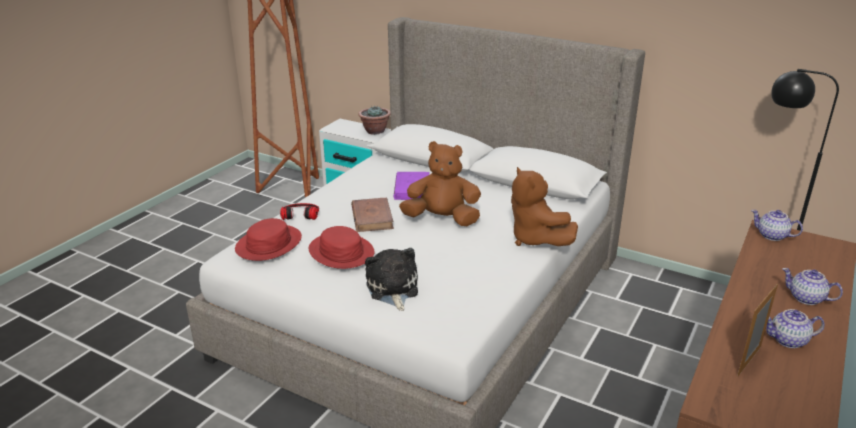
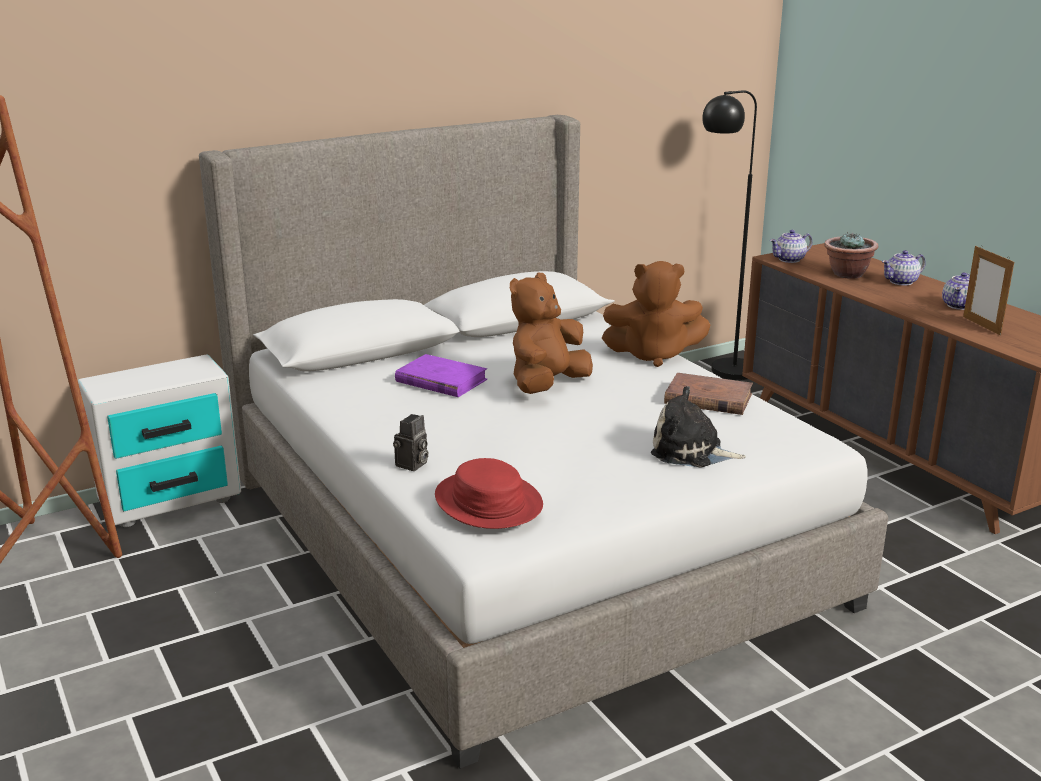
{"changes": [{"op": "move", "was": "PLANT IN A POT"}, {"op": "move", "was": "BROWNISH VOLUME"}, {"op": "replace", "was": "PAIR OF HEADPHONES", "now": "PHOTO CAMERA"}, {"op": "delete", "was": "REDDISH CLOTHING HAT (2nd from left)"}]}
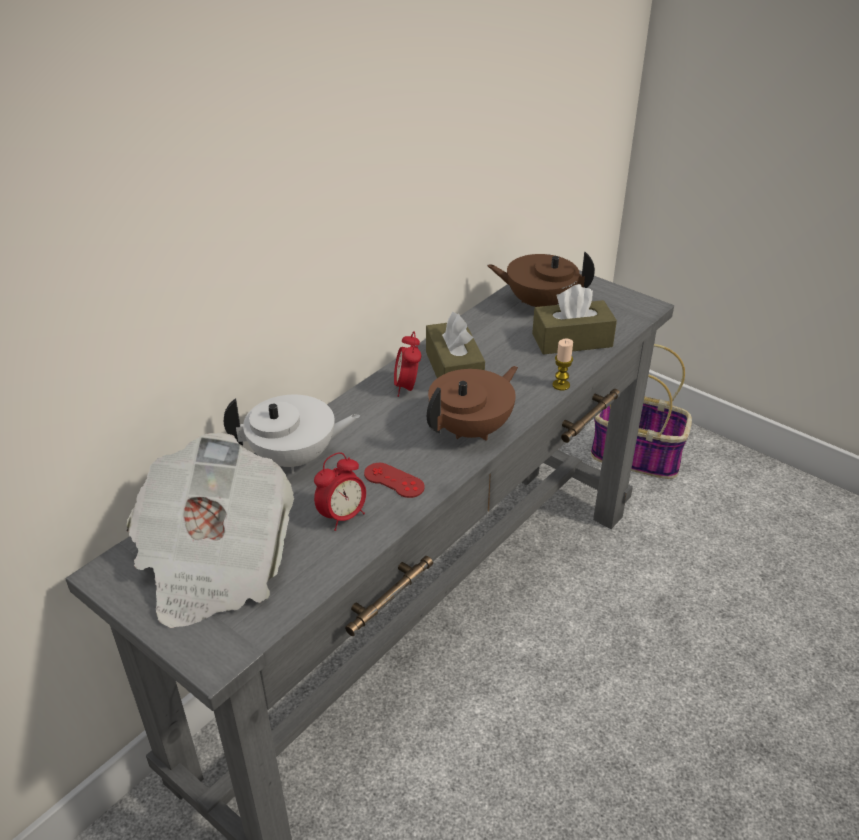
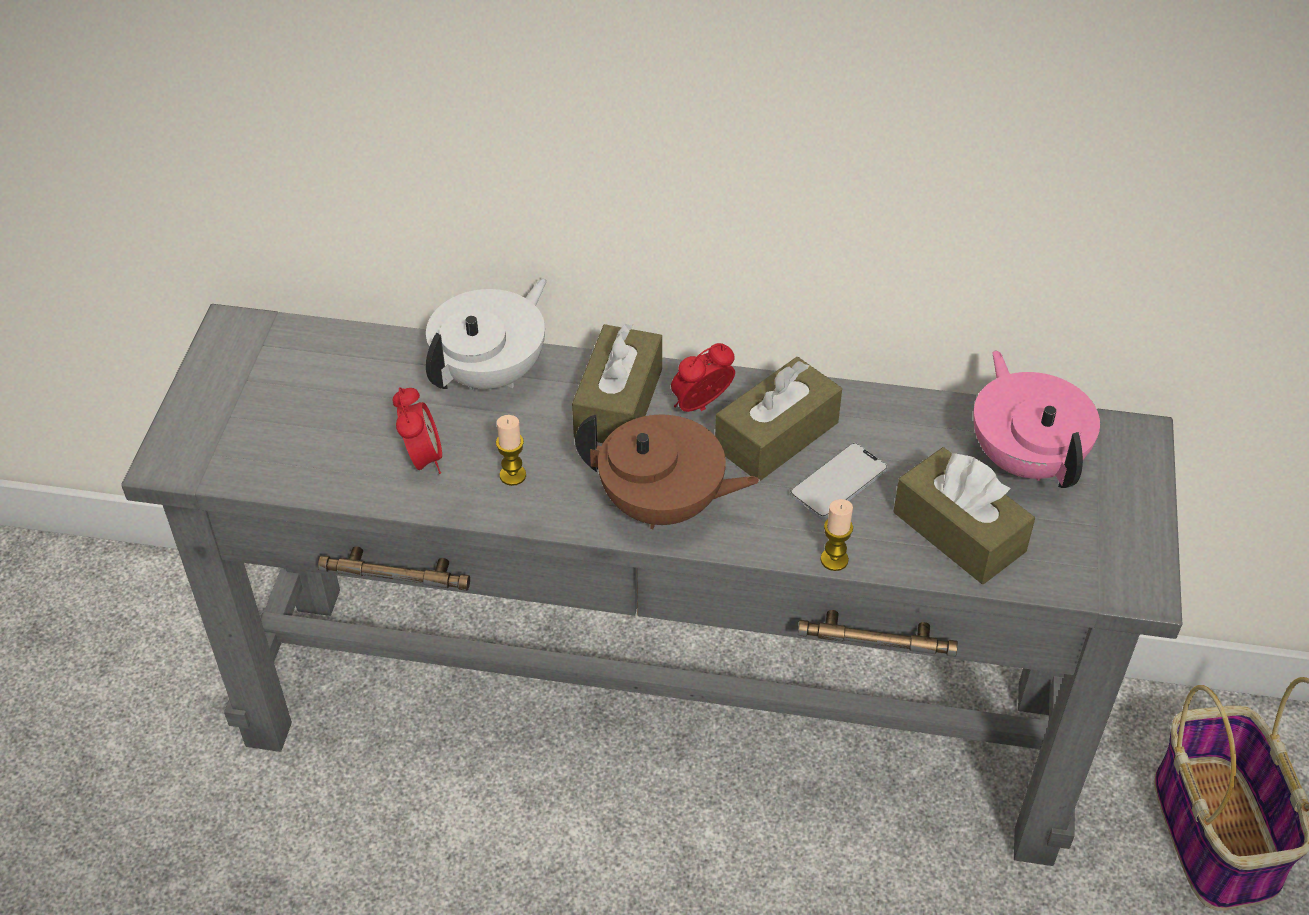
{"changes": [{"op": "recolor", "was": "BROWNISH TEA POT (2nd from left)", "now": "PINK-COLOURED TEA POT"}, {"op": "rotate", "was": "WHITE TEA POT", "clockwise": -105}, {"op": "delete", "was": "PRINTED PAPER"}, {"op": "rotate", "was": "ALARM CLOCK (1st from left)", "clockwise": -120}, {"op": "replace", "was": "REDDISH JOYPAD", "now": "WAX LIGHT (1st from left)"}, {"op": "insert", "now": "BROWNISH TISSUE BOX (1st from left)"}, {"op": "insert", "now": "TELEPHONE"}]}
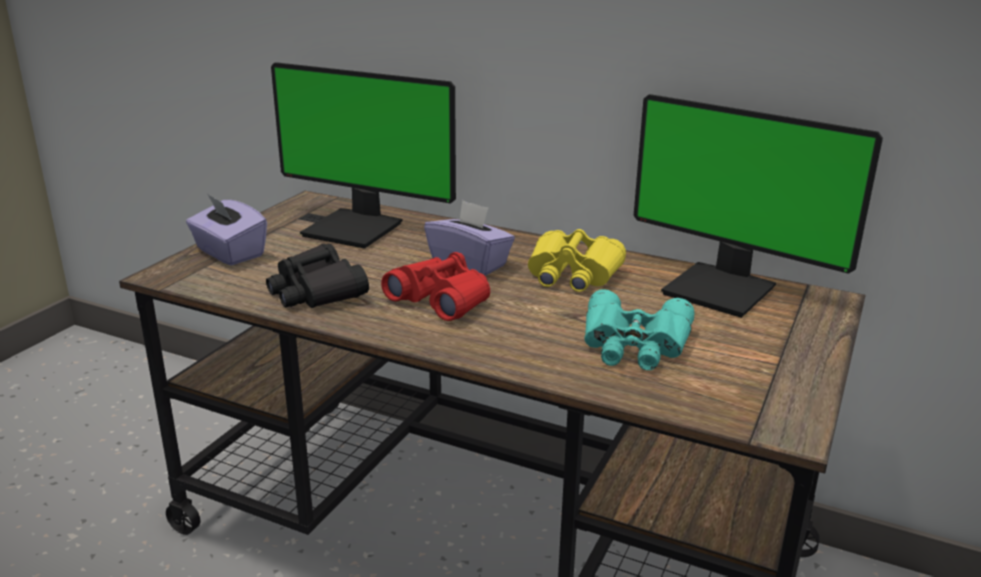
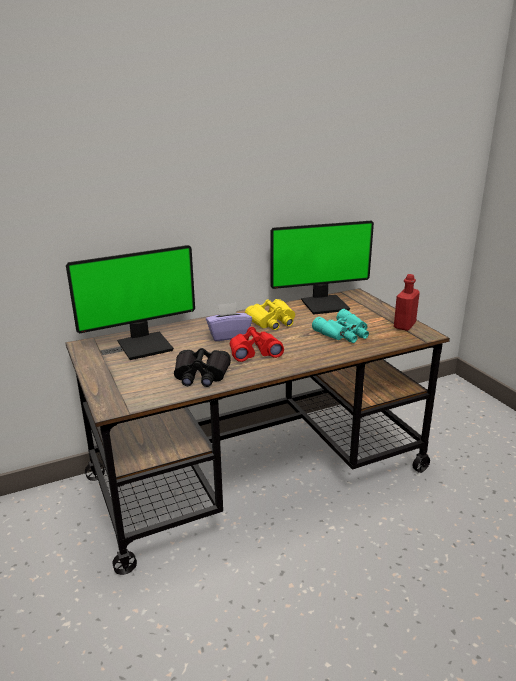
{"changes": [{"op": "delete", "was": "PURPLE-COLOURED TISSUE BOX (1st from left)"}, {"op": "insert", "now": "REDDISH DRINK BOTTLE"}]}
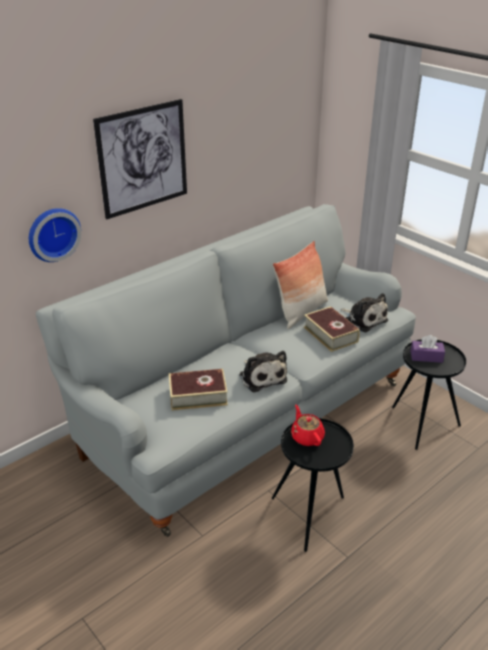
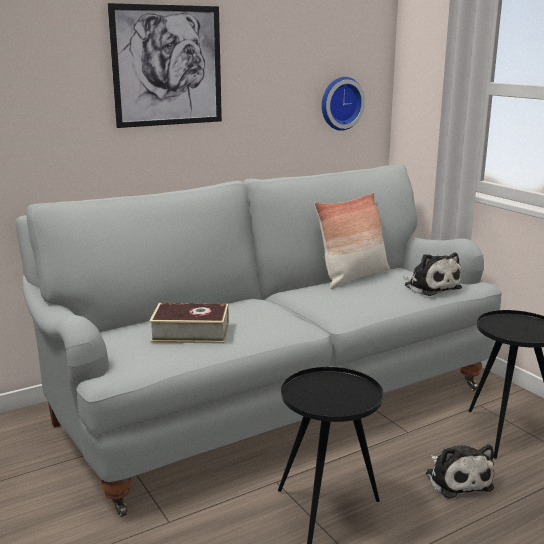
{"changes": [{"op": "move", "was": "CLOCK ON THE WALL"}, {"op": "delete", "was": "VOLUME (2nd from left)"}, {"op": "delete", "was": "PURPLE-COLOURED TISSUE BOX"}, {"op": "move", "was": "SOFT TOY (1st from left in the first image)", "now": "SOFT TOY (2nd from left)"}, {"op": "delete", "was": "REDDISH TEA POT"}]}
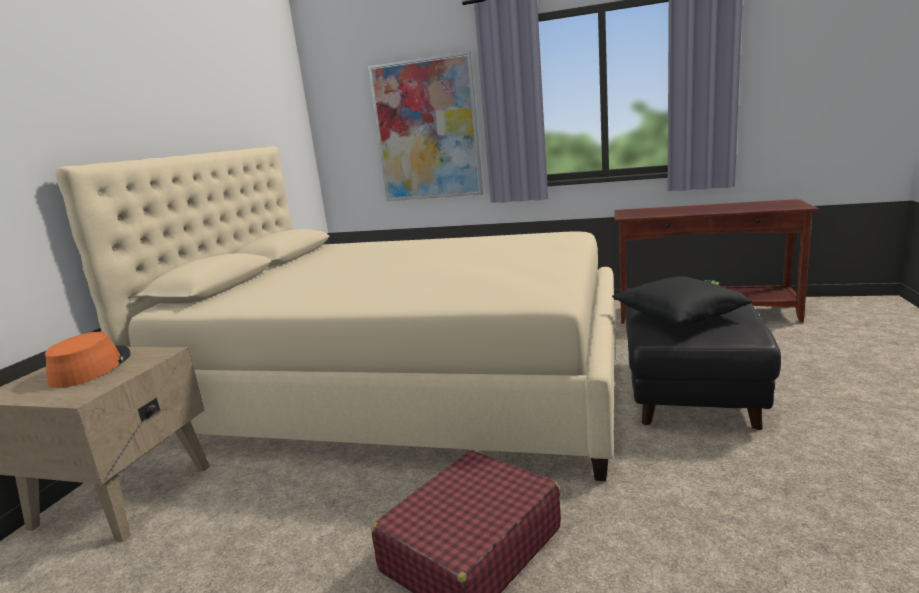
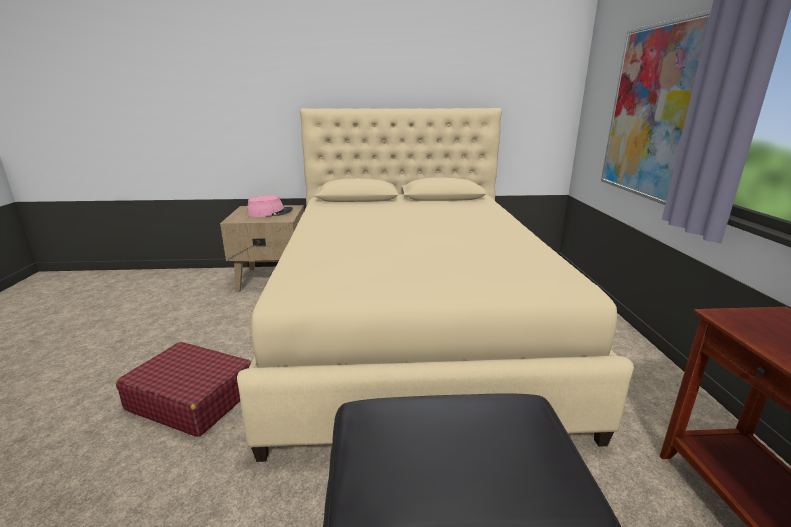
{"changes": [{"op": "delete", "was": "BLACKISH THROW PILLOW"}, {"op": "recolor", "was": "ORANGEY CLOTHING HAT", "now": "PINK-COLOURED CLOTHING HAT"}]}
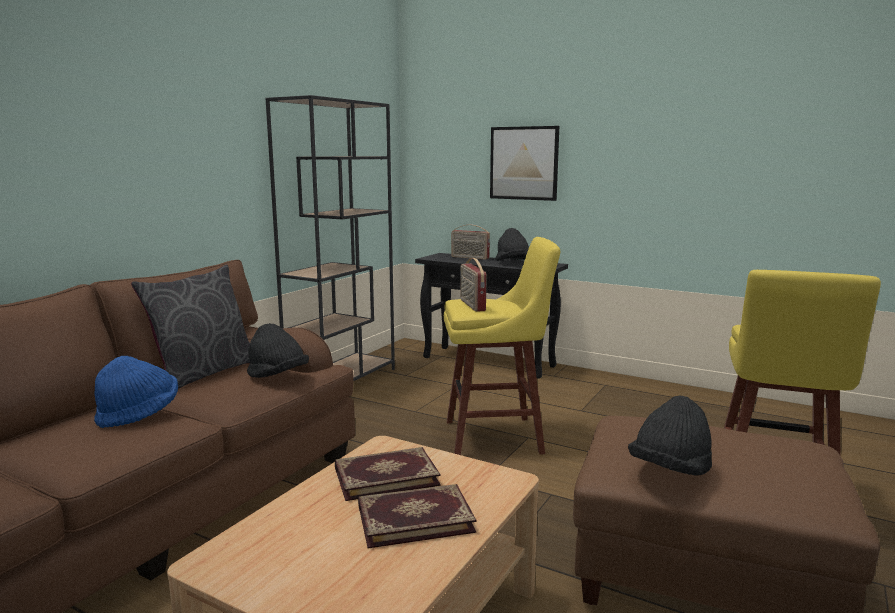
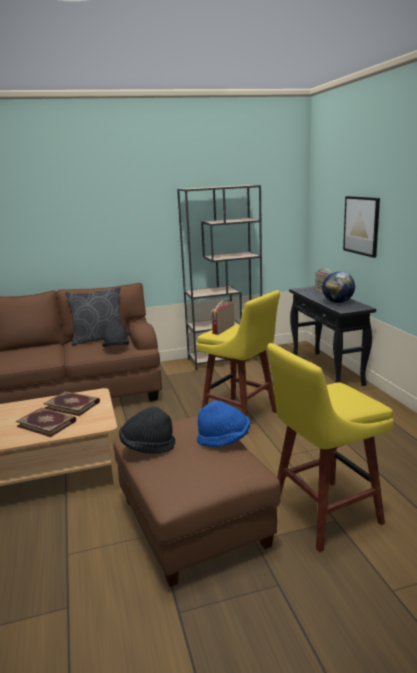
{"changes": [{"op": "replace", "was": "BLACKISH CLOTHING HAT (2nd from left)", "now": "GLOBE"}, {"op": "move", "was": "BLUE CLOTHING HAT"}]}
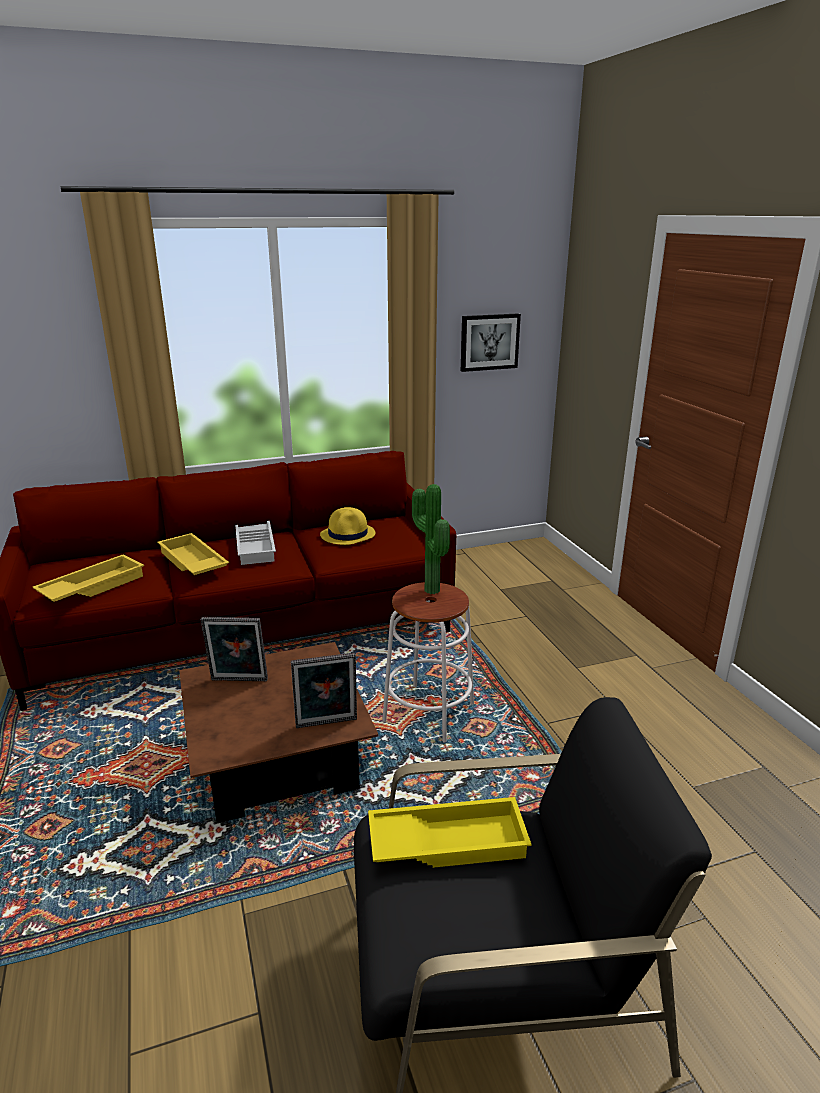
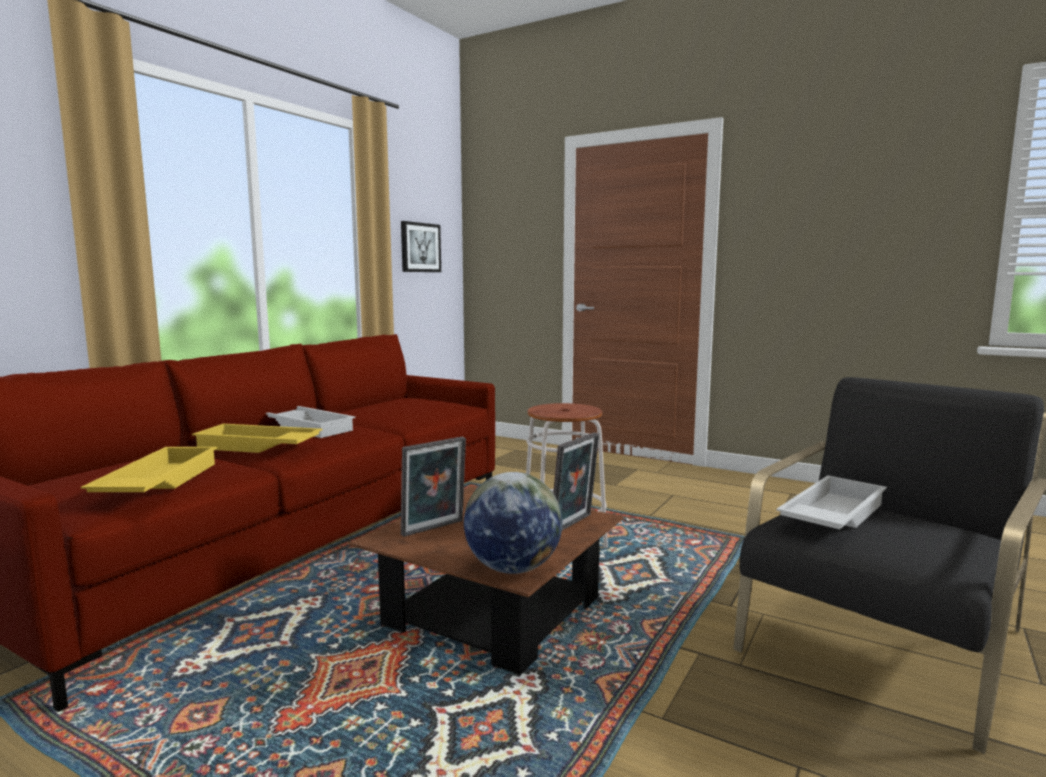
{"changes": [{"op": "delete", "was": "PLANT IN A POT"}, {"op": "delete", "was": "YELLOWISH CLOTHING HAT"}, {"op": "recolor", "was": "YELLOWISH CARRYING TRAY (3rd from left)", "now": "WHITE CARRYING TRAY (2nd from left)"}, {"op": "insert", "now": "GLOBE"}]}
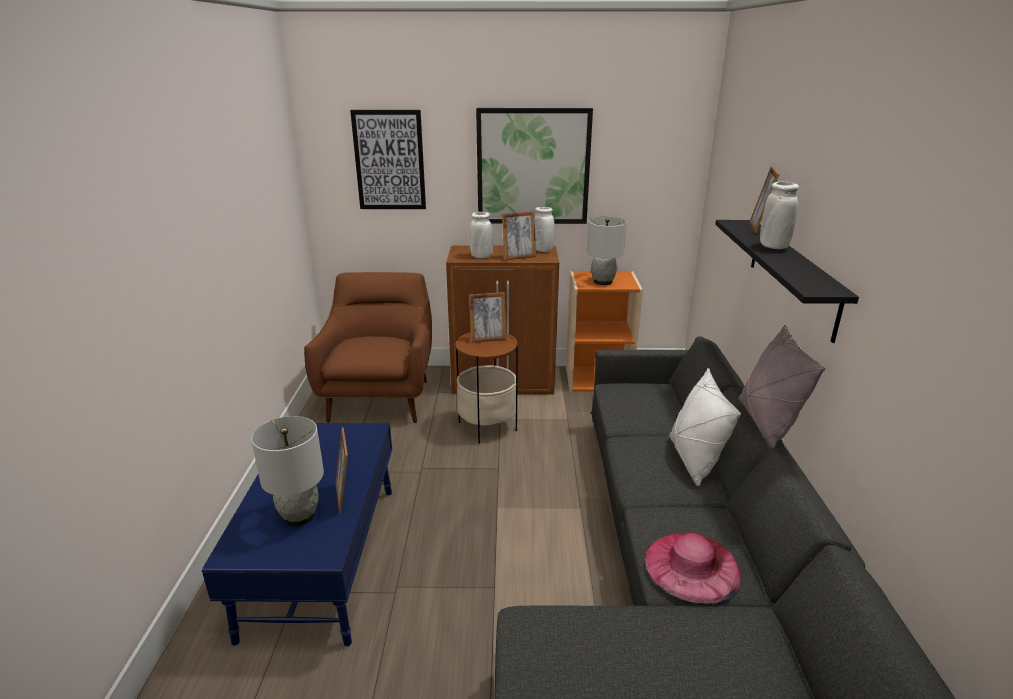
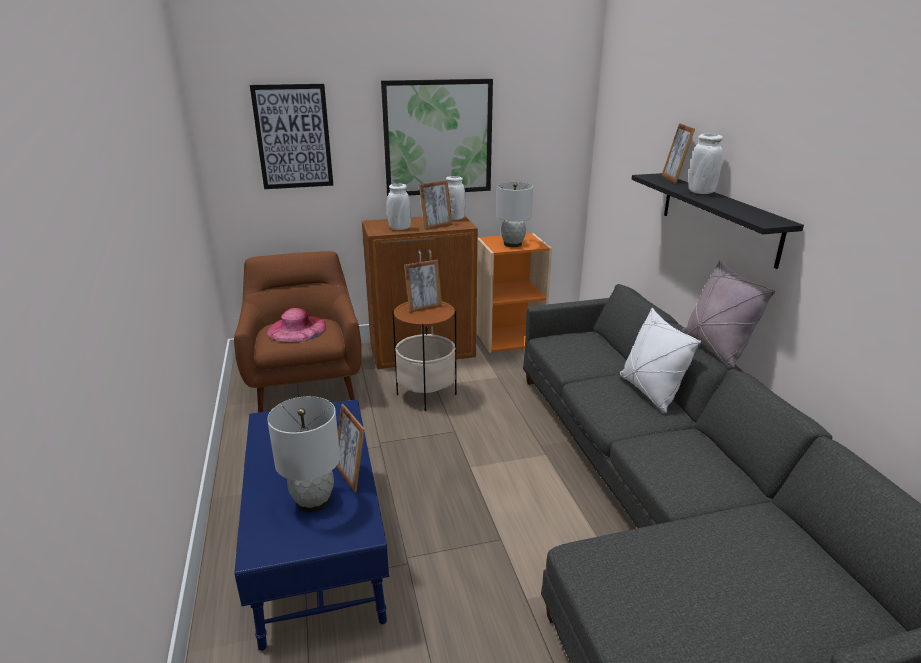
{"changes": [{"op": "move", "was": "PINK-COLOURED CLOTHING HAT"}]}
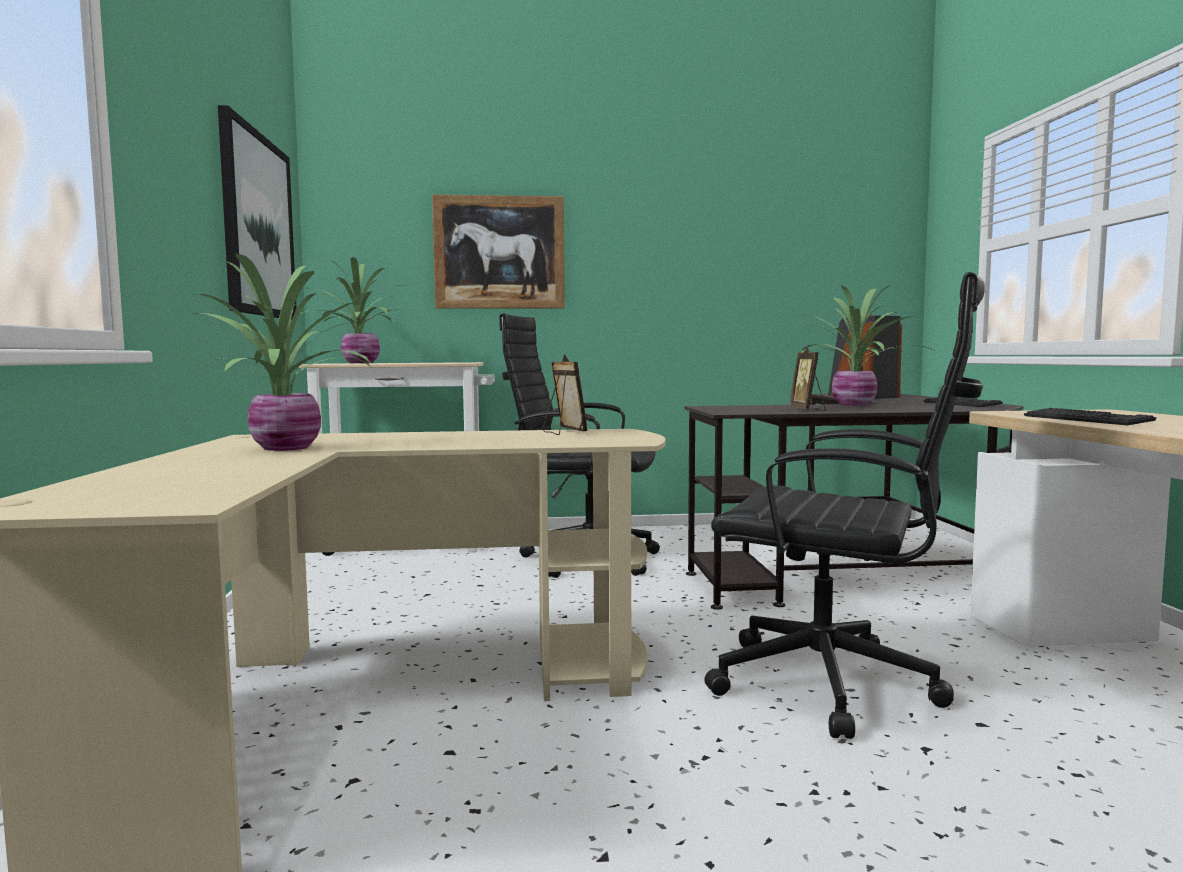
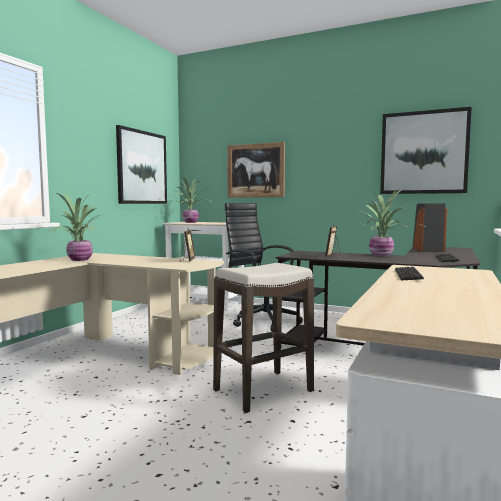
{"changes": [{"op": "replace", "was": "BLACKISH COMPUTER CHAIR (2nd from left)", "now": "STOOL SEAT"}, {"op": "insert", "now": "WALL PICTURE (3rd from left)"}]}
